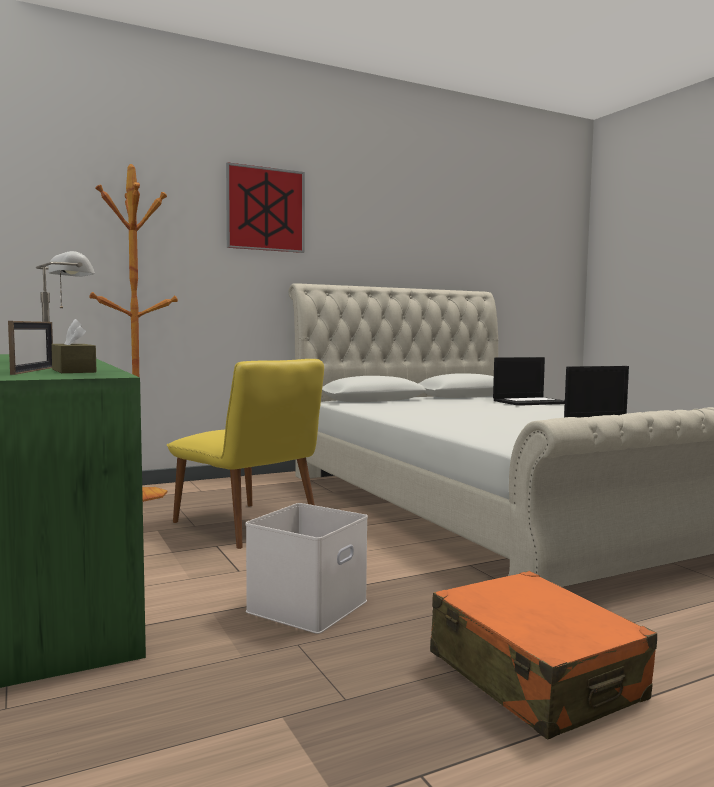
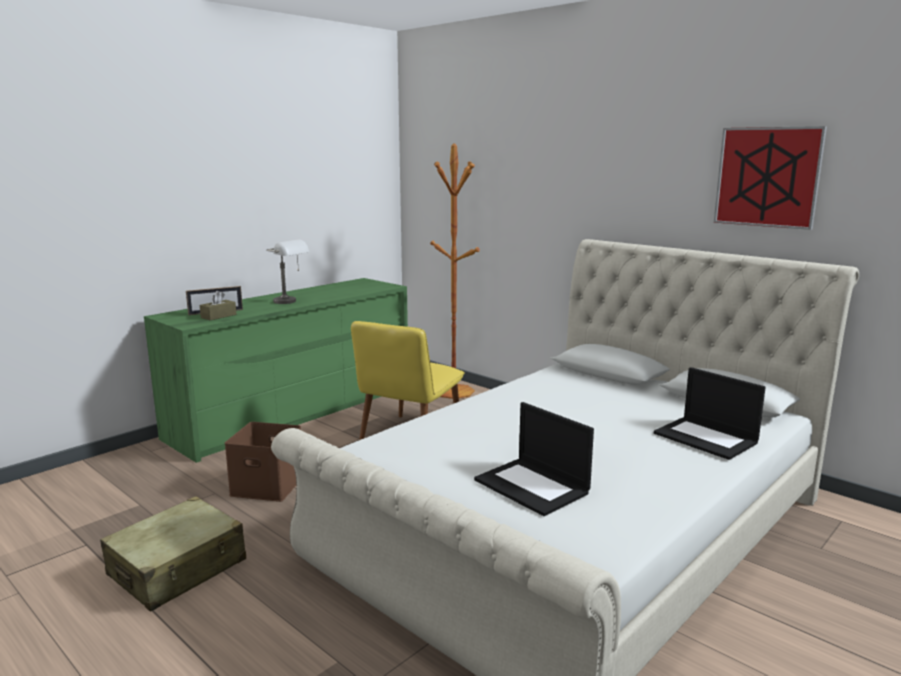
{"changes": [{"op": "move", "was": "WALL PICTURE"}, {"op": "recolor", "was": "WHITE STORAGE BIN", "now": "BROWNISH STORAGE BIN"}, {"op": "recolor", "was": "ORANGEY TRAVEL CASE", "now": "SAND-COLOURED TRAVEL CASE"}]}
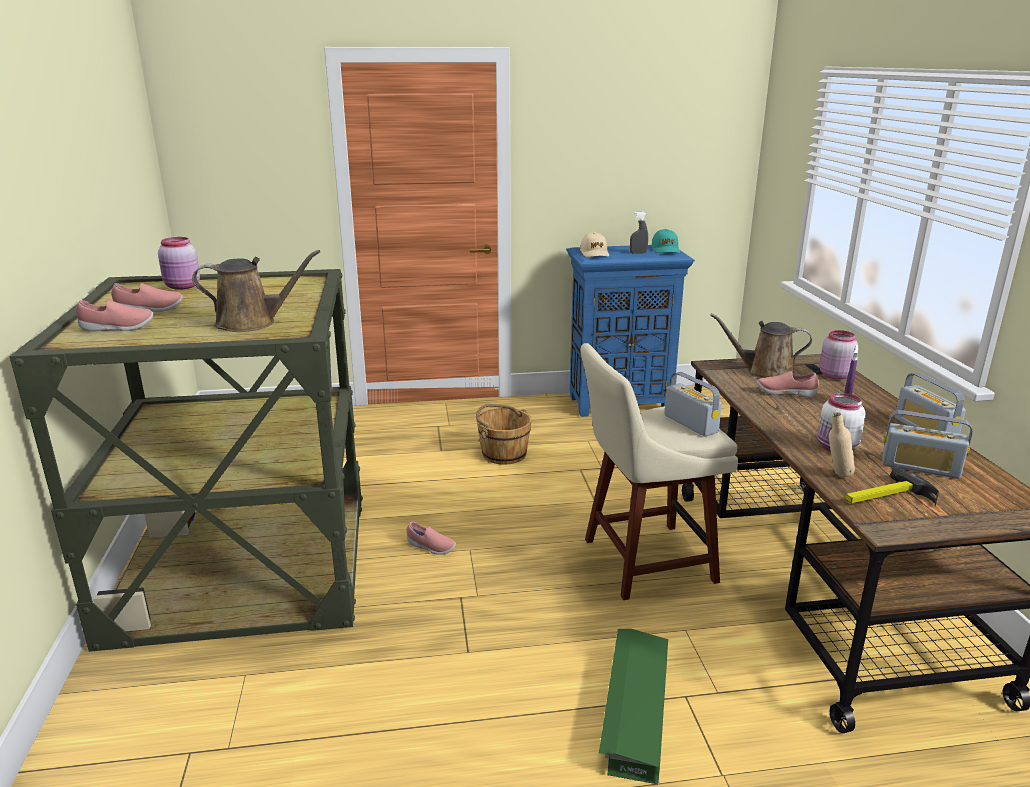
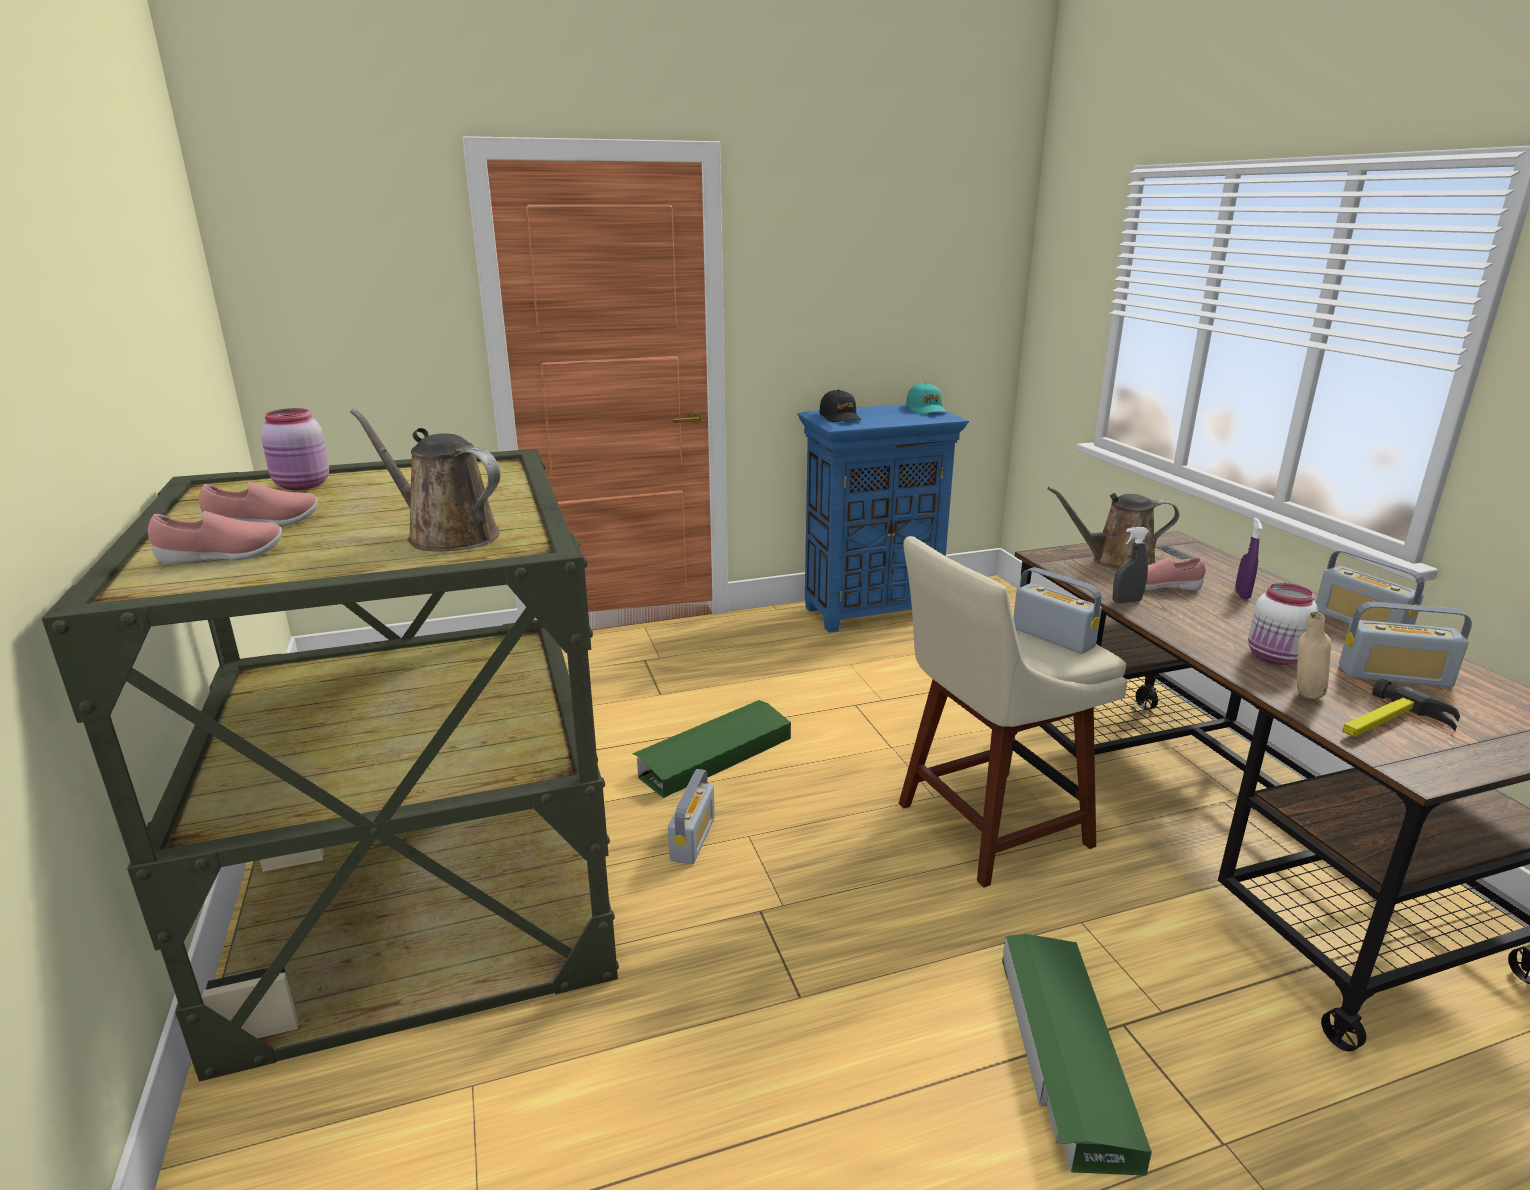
{"changes": [{"op": "move", "was": "GRAY SPRAYER"}, {"op": "recolor", "was": "SAND-COLOURED CAP", "now": "BLACKISH CAP"}, {"op": "rotate", "was": "BROWNISH SPRINKLING CAN (1st from left)", "clockwise": -135}, {"op": "delete", "was": "PINK-COLOURED JAR (2nd from left)"}, {"op": "delete", "was": "BROWNISH BUCKET"}, {"op": "replace", "was": "PINK-COLOURED ITEM OF FOOTWEAR (3rd from left)", "now": "RADIO RECEIVER (1st from left)"}, {"op": "insert", "now": "GREEN-COLOURED STORAGE BIN (1st from left)"}]}
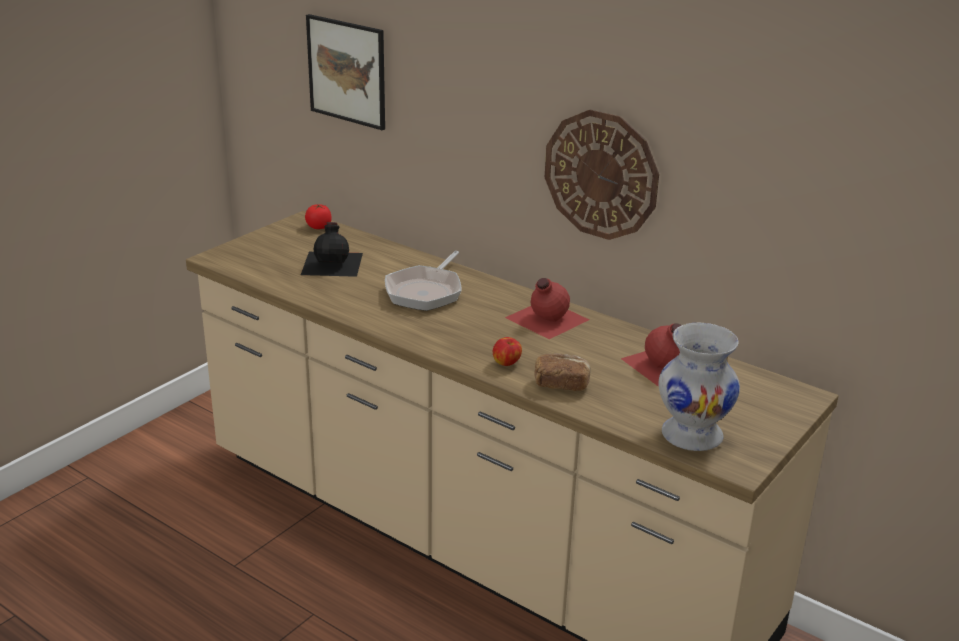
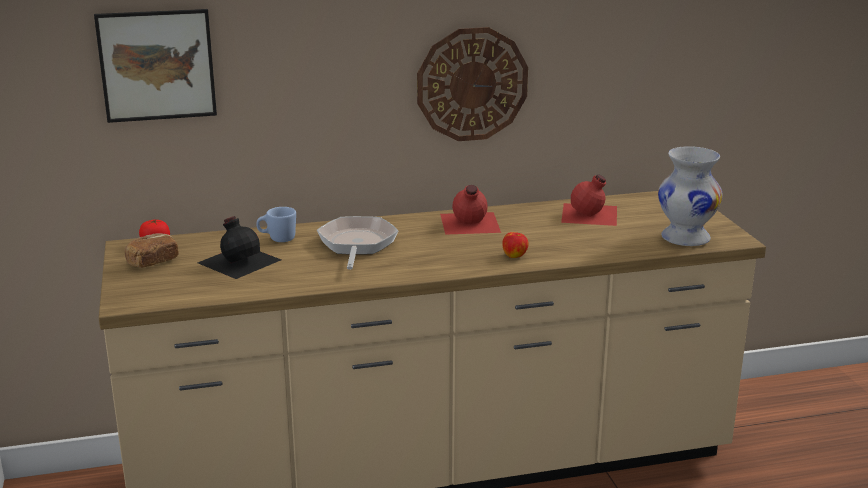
{"changes": [{"op": "rotate", "was": "SKILLET", "clockwise": -150}, {"op": "move", "was": "BREAD"}, {"op": "insert", "now": "BLUE COFFEE MUG"}]}
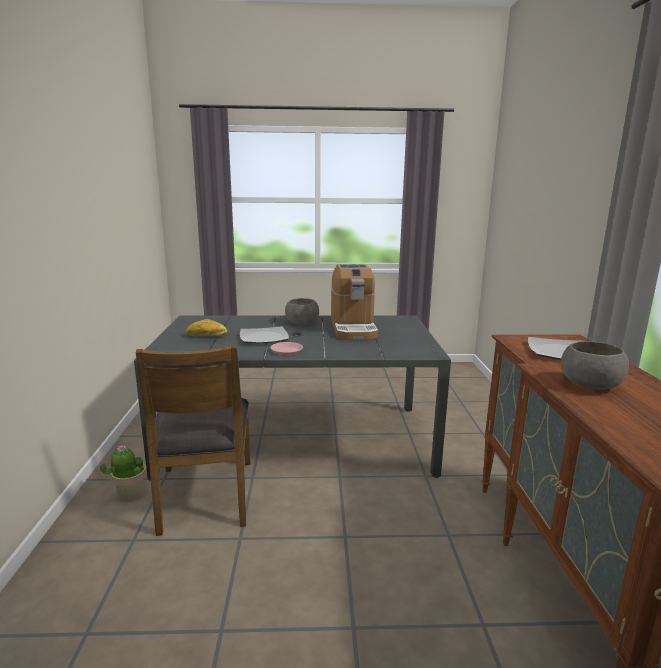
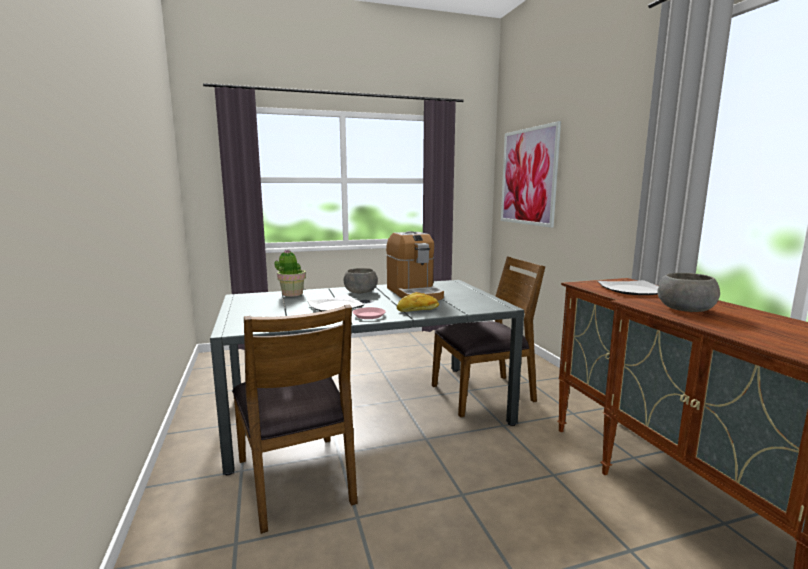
{"changes": [{"op": "move", "was": "BREAD"}, {"op": "move", "was": "PLANT IN A POT"}, {"op": "insert", "now": "WALL PICTURE"}, {"op": "insert", "now": "BROWNISH CHAIR (2nd from left)"}]}
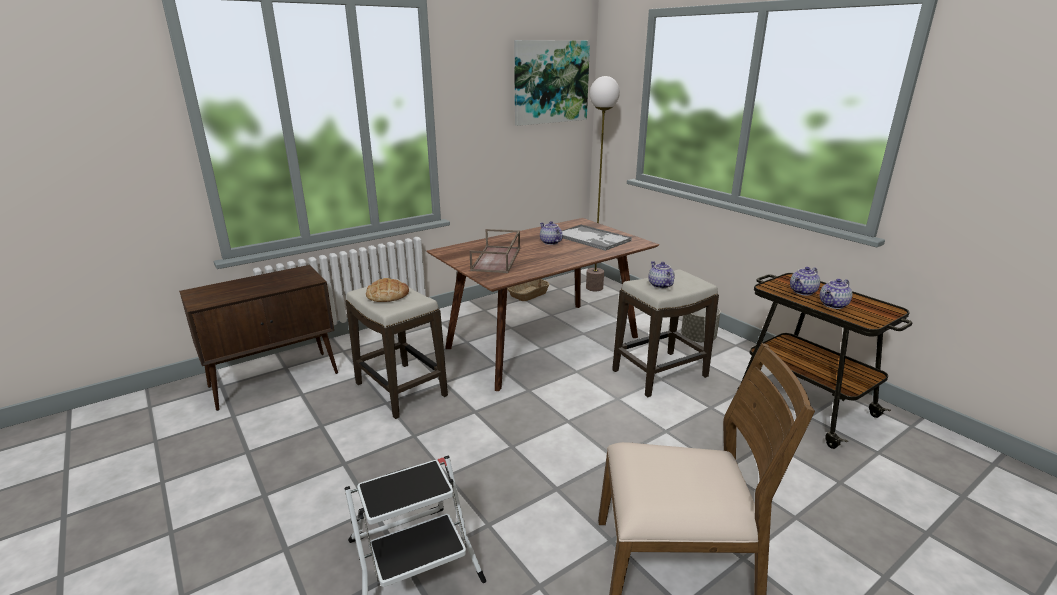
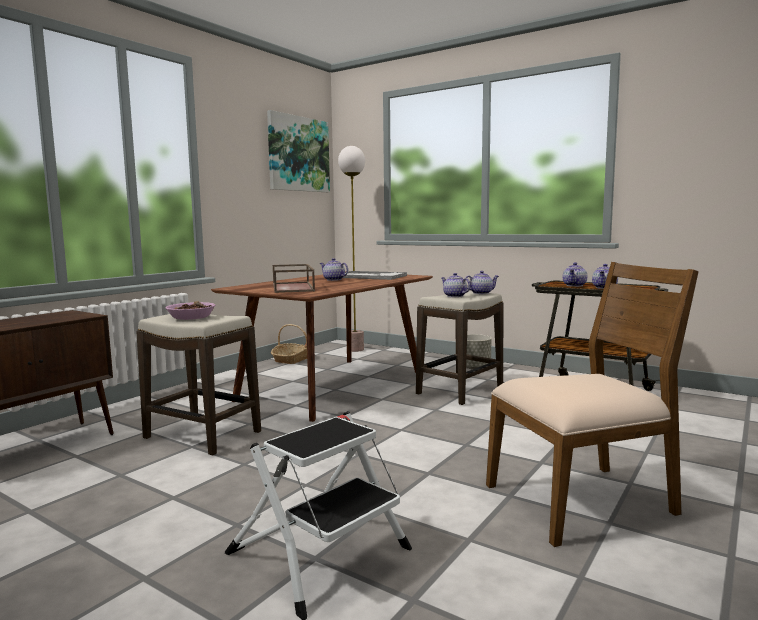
{"changes": [{"op": "replace", "was": "BREAD", "now": "SERVING BOWL"}, {"op": "insert", "now": "TEA POT (3rd from left)"}]}
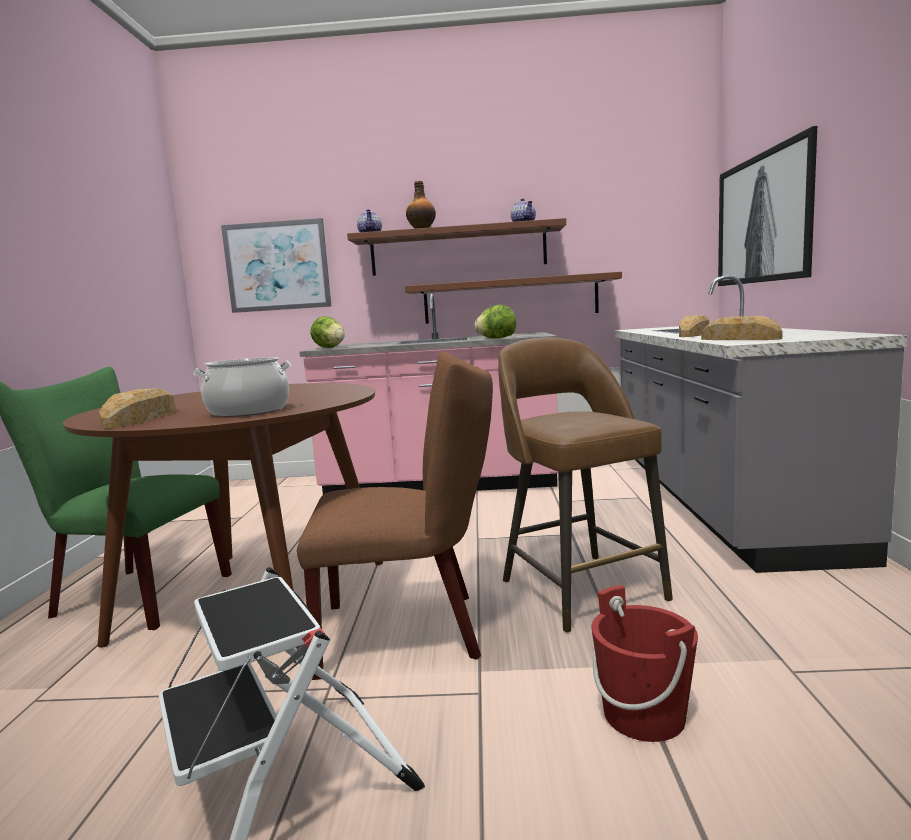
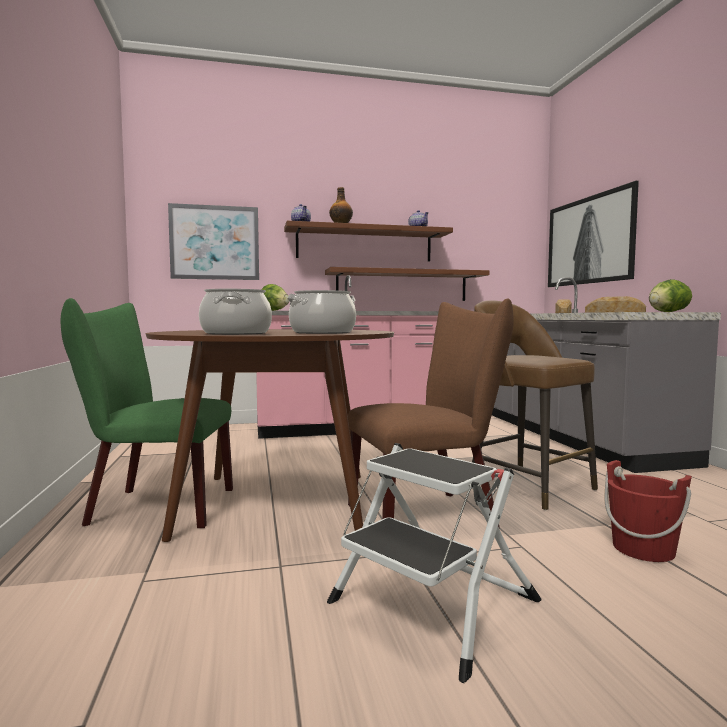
{"changes": [{"op": "move", "was": "HEAD OF LETTUCE (2nd from left)"}, {"op": "replace", "was": "BREAD (1st from left)", "now": "STOCKPOT (1st from left)"}]}
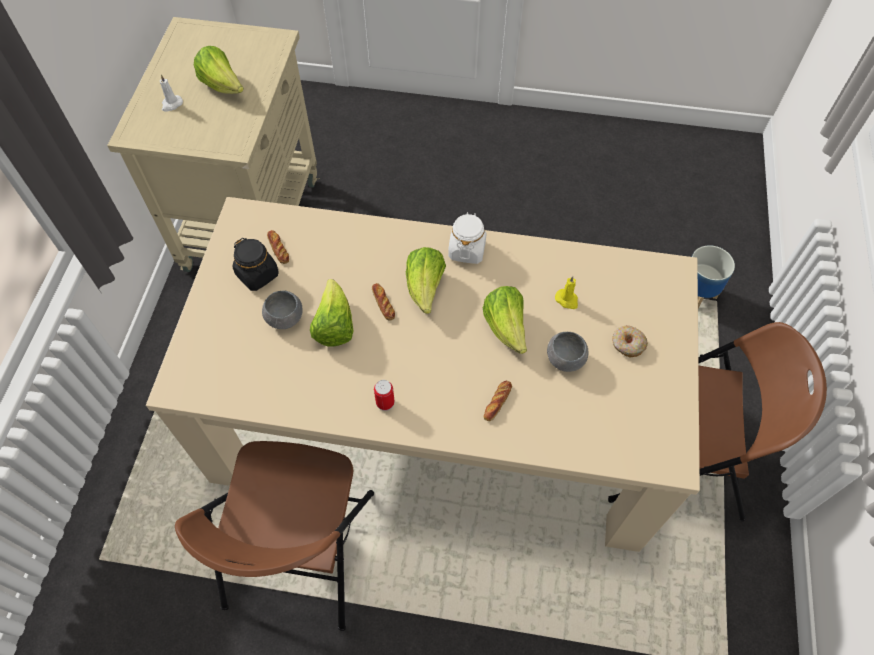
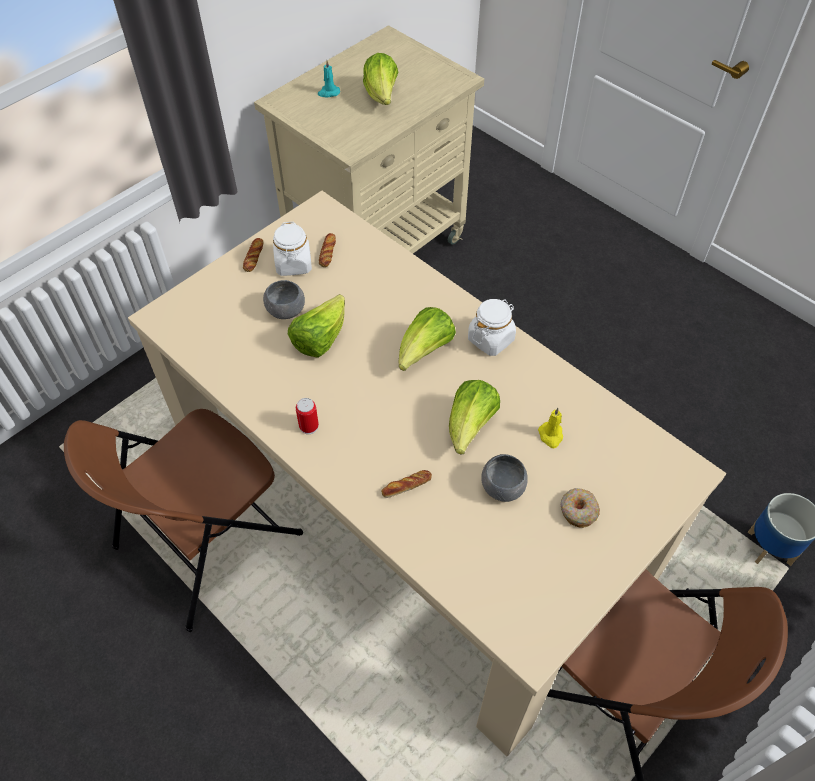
{"changes": [{"op": "recolor", "was": "WHITE WAX LIGHT", "now": "TURQUOISE-COLOURED WAX LIGHT"}, {"op": "recolor", "was": "BLACKISH JAR", "now": "WHITE JAR (1st from left)"}, {"op": "move", "was": "BREAD (2nd from left in the first image)", "now": "BREAD (1st from left)"}]}
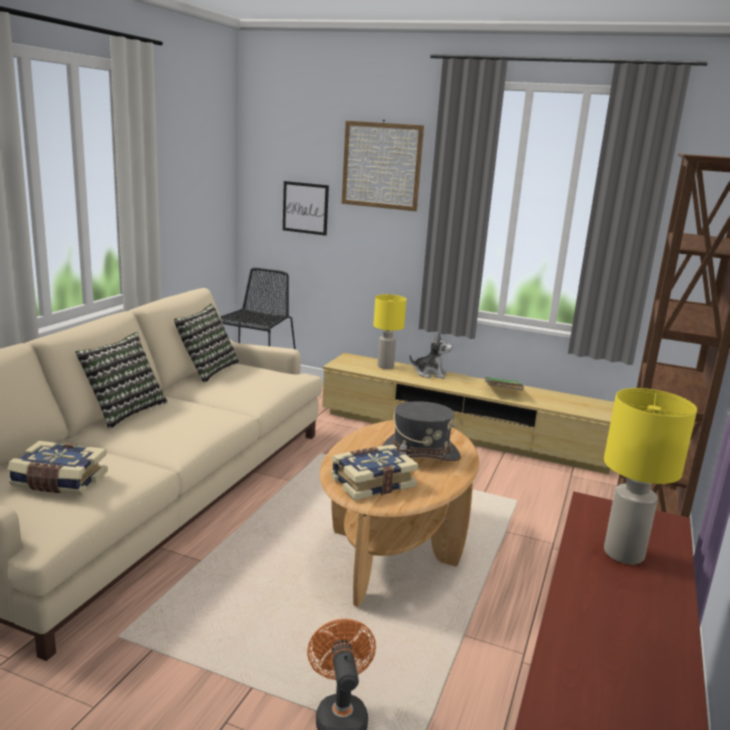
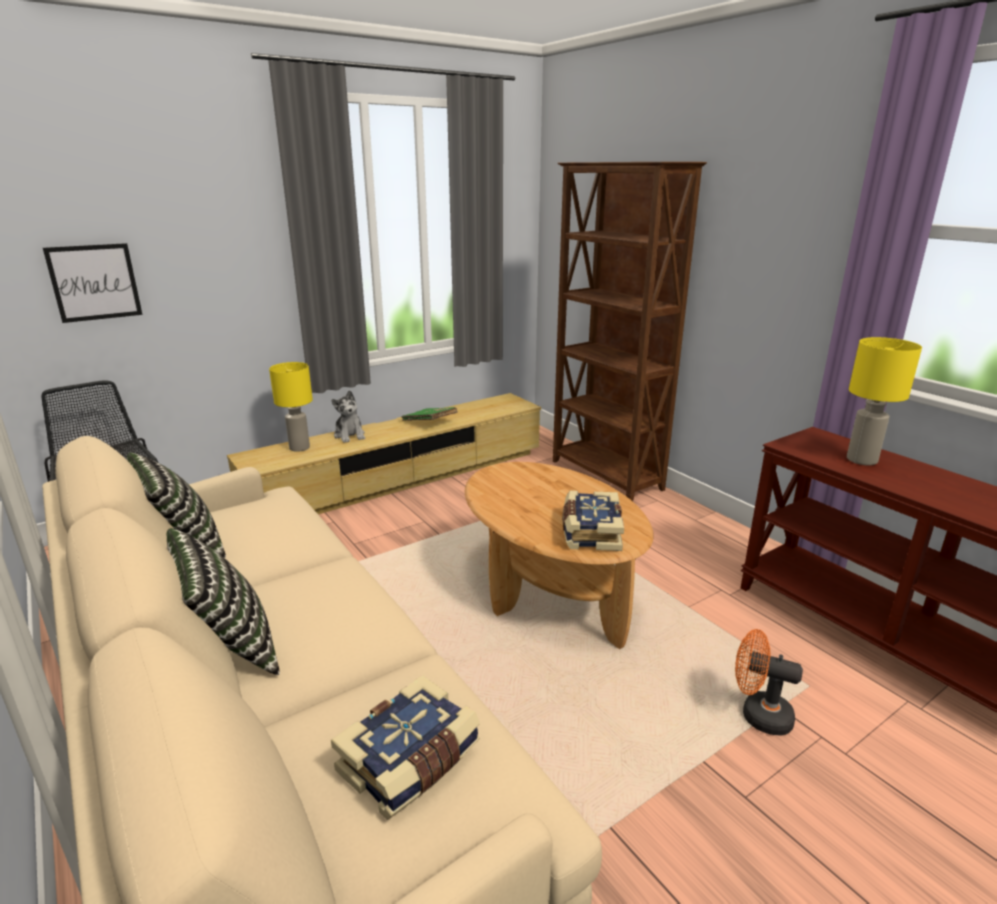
{"changes": [{"op": "delete", "was": "WALL PICTURE (2nd from left)"}, {"op": "rotate", "was": "SOFT TOY", "clockwise": 105}, {"op": "delete", "was": "GRAY CLOTHING HAT"}]}
